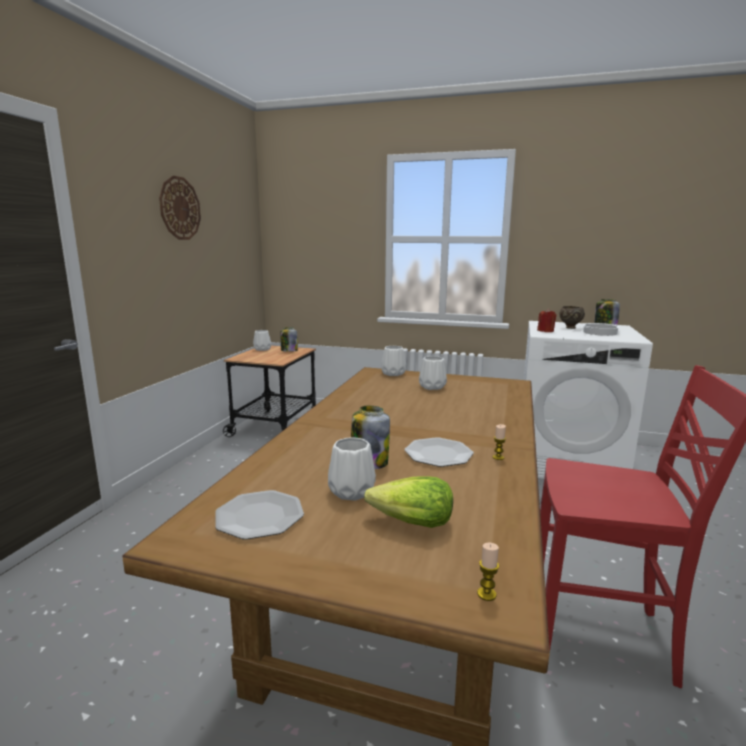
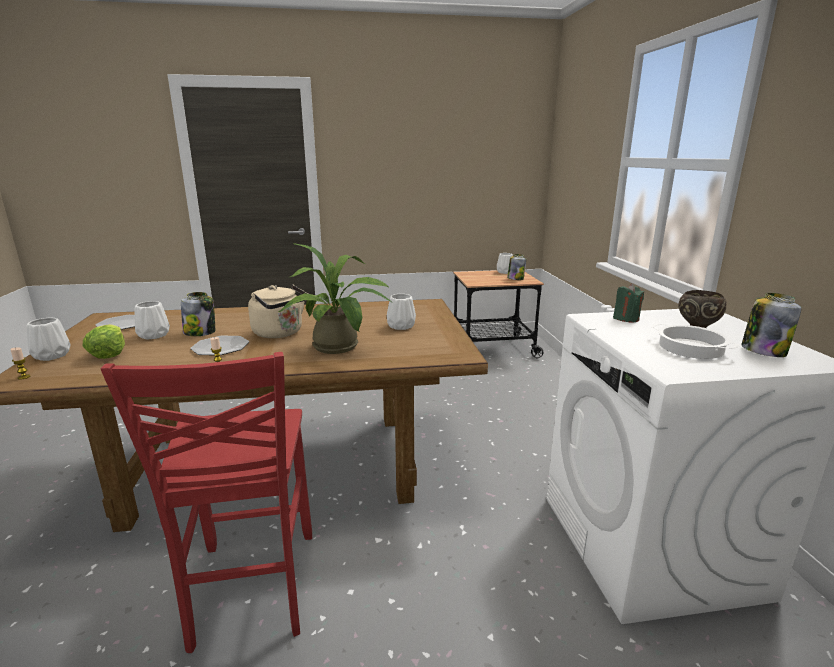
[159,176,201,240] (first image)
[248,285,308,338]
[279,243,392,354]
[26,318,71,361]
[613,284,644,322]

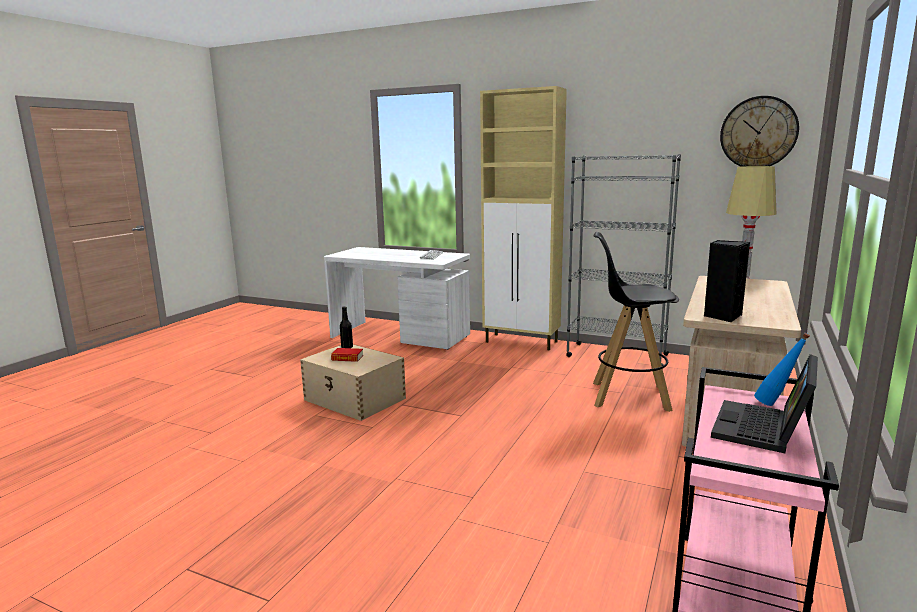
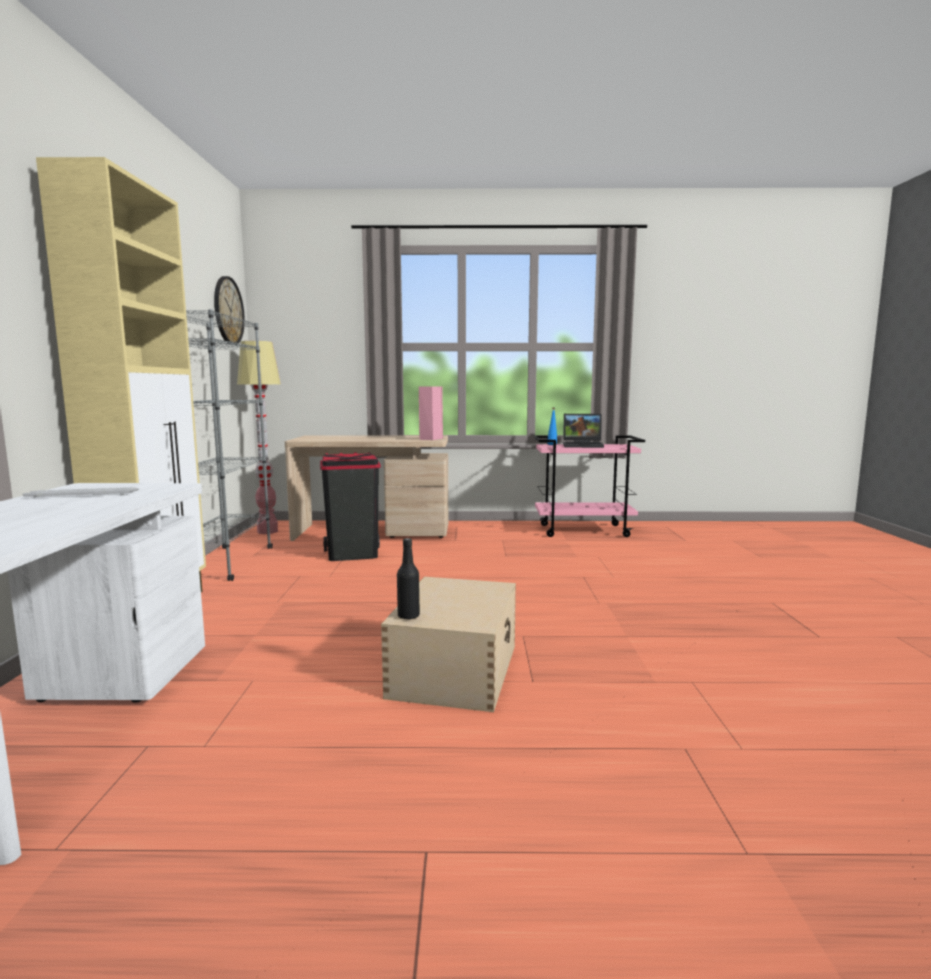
[331,348,363,362] (first image)
[320,453,381,561]
[419,386,443,440]

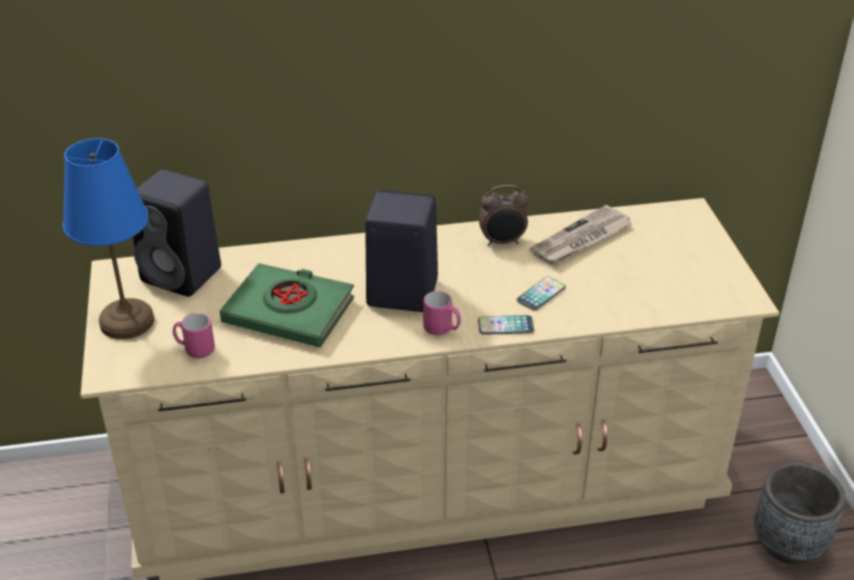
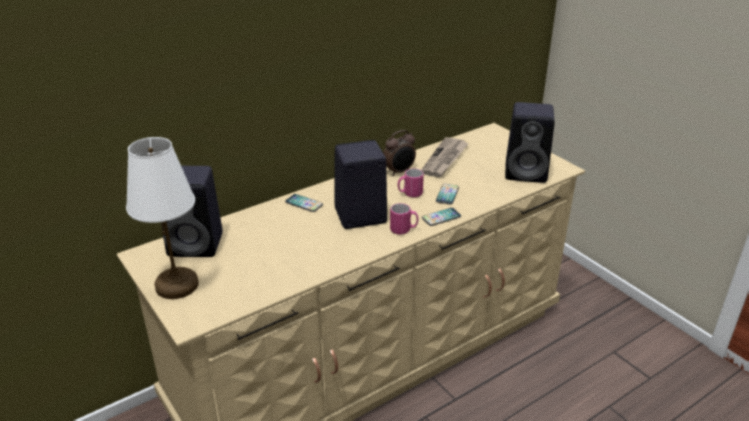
[220,263,354,347] (first image)
[754,461,846,565] (first image)
[285,194,323,212]
[505,102,555,183]
[398,169,424,197]
[126,137,199,299]

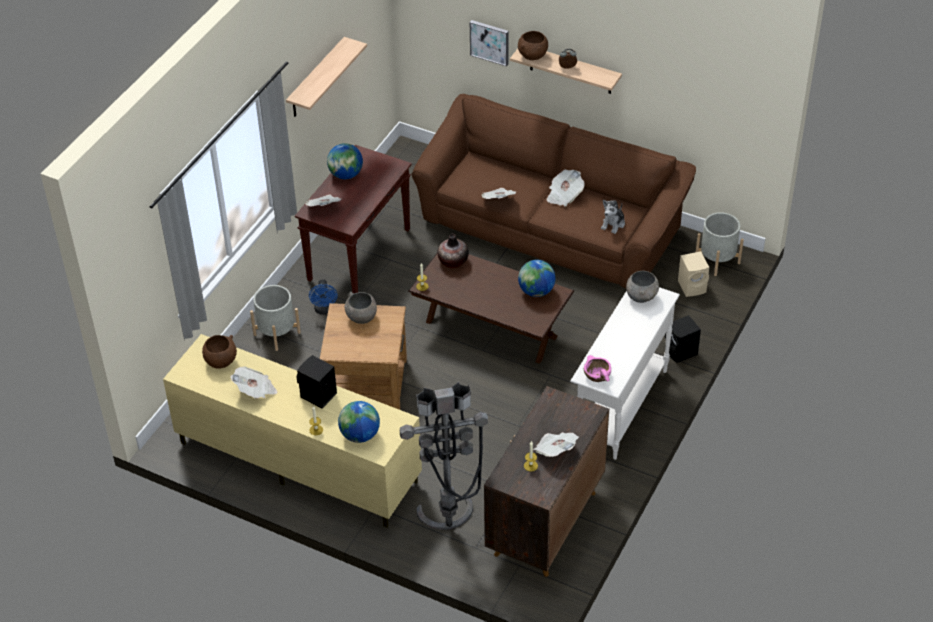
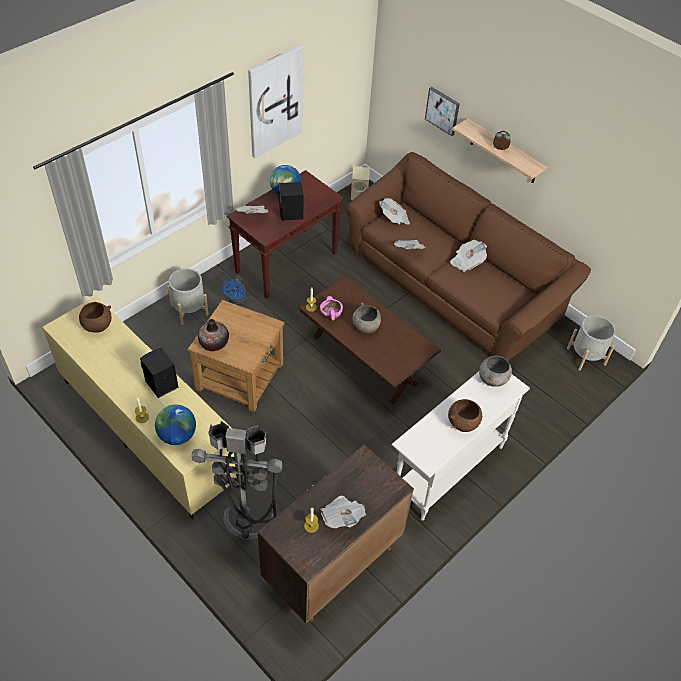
[518,260,555,297] (first image)
[601,200,625,234] (first image)
[379,198,410,225]
[353,303,381,334]
[198,319,229,351]
[448,399,482,432]
[320,296,343,321]
[278,182,304,221]
[351,166,370,200]
[248,45,303,158]

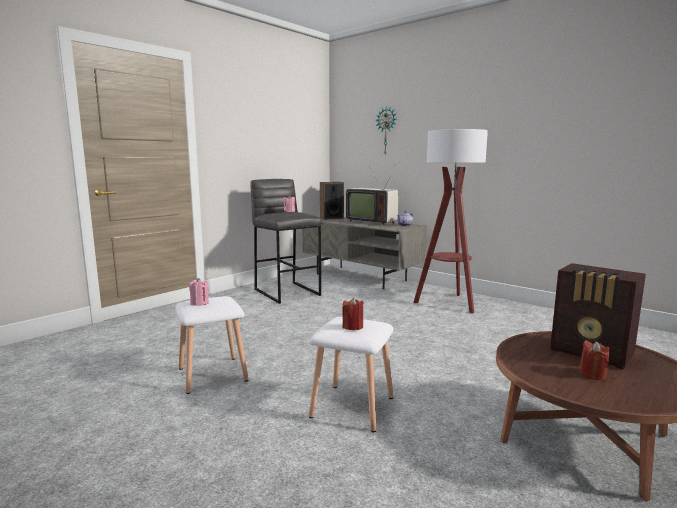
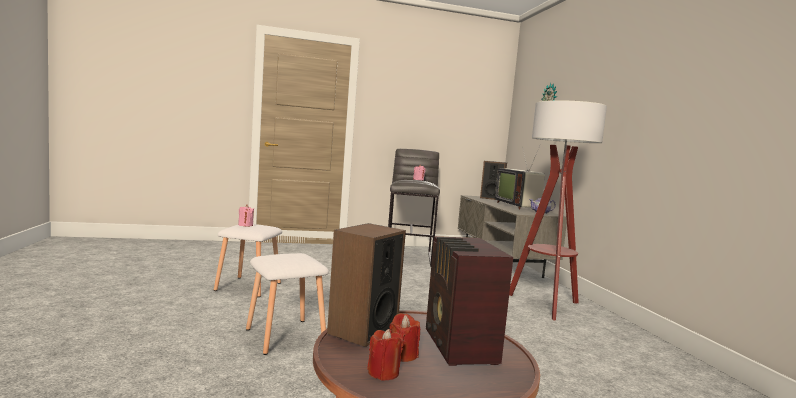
[327,223,406,347]
[367,329,404,381]

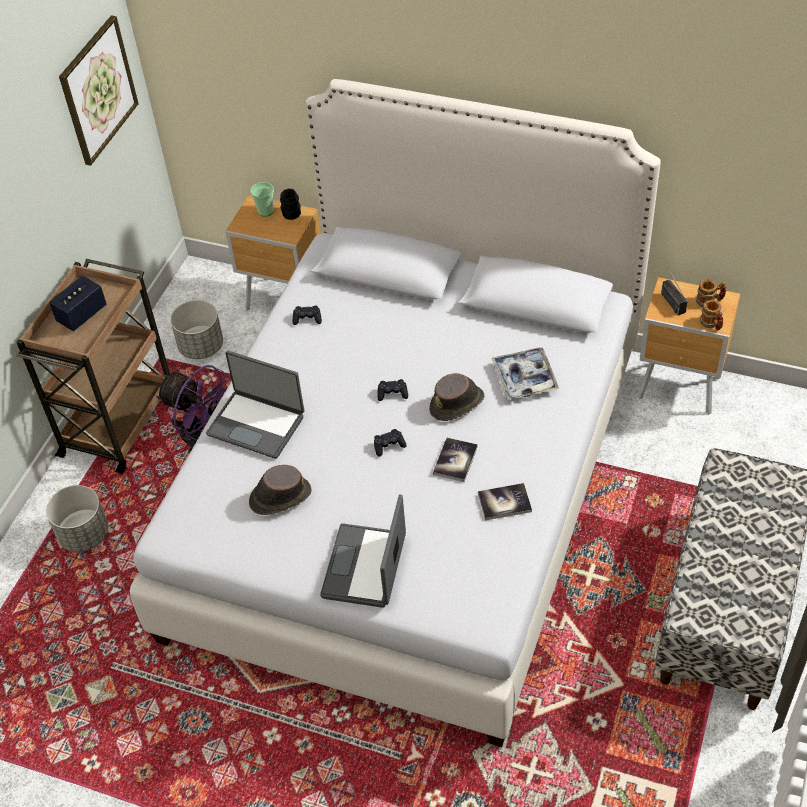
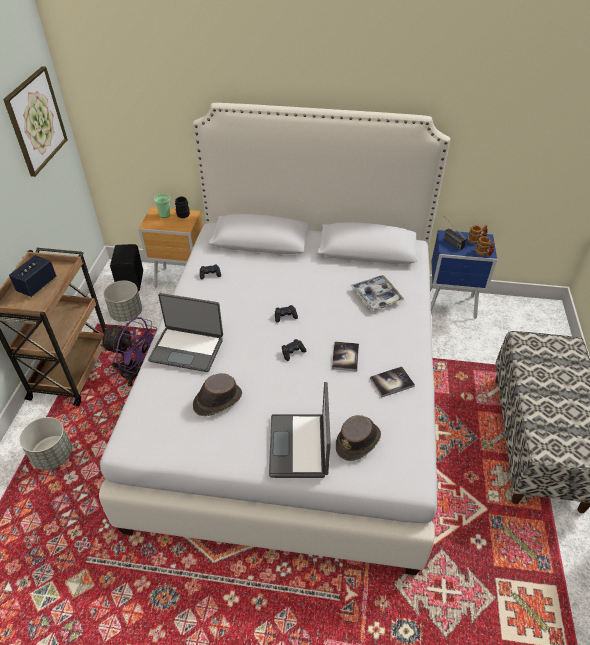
[110,244,143,291]
[336,415,381,461]
[430,230,497,319]

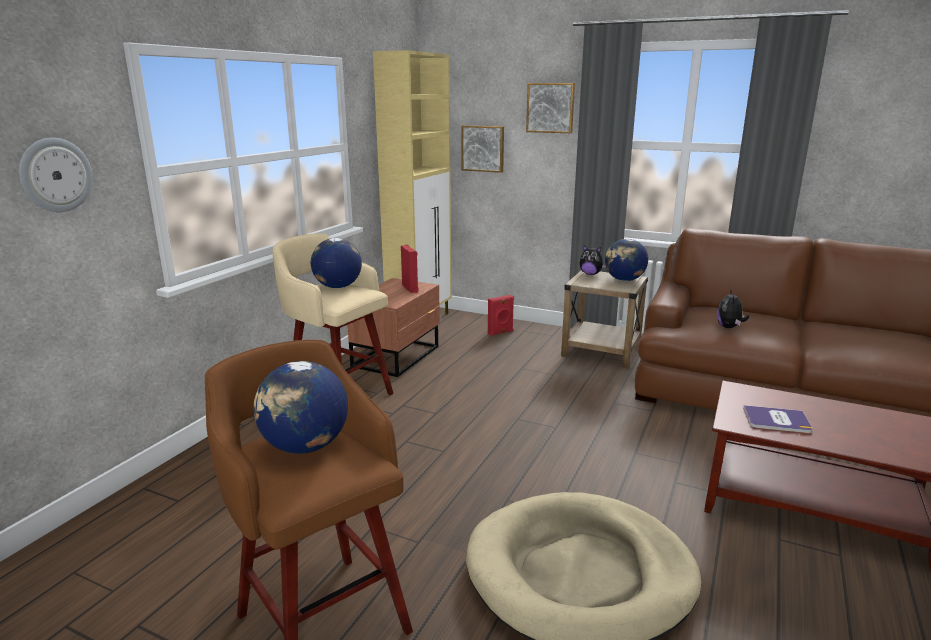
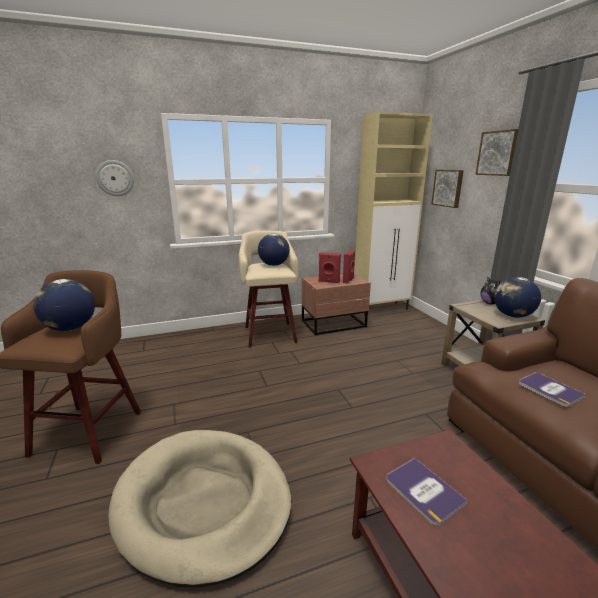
[318,252,341,283]
[519,372,586,407]

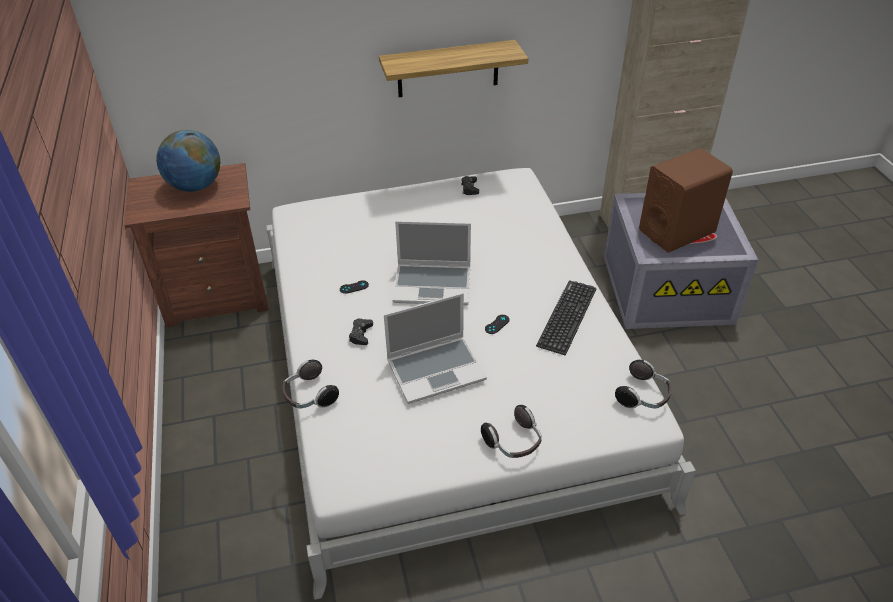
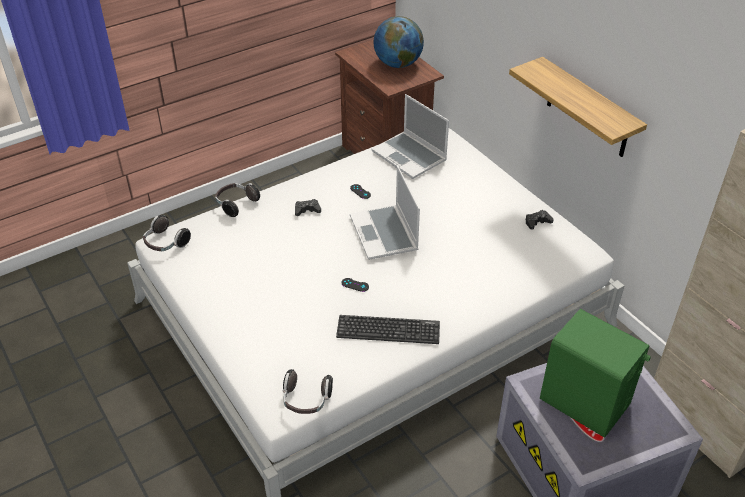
[371,94,449,179]
[143,215,191,251]
[540,309,651,438]

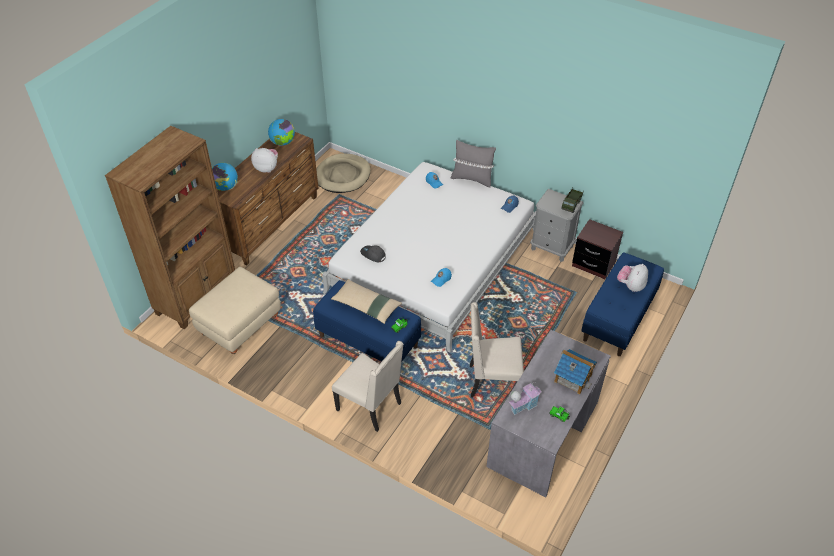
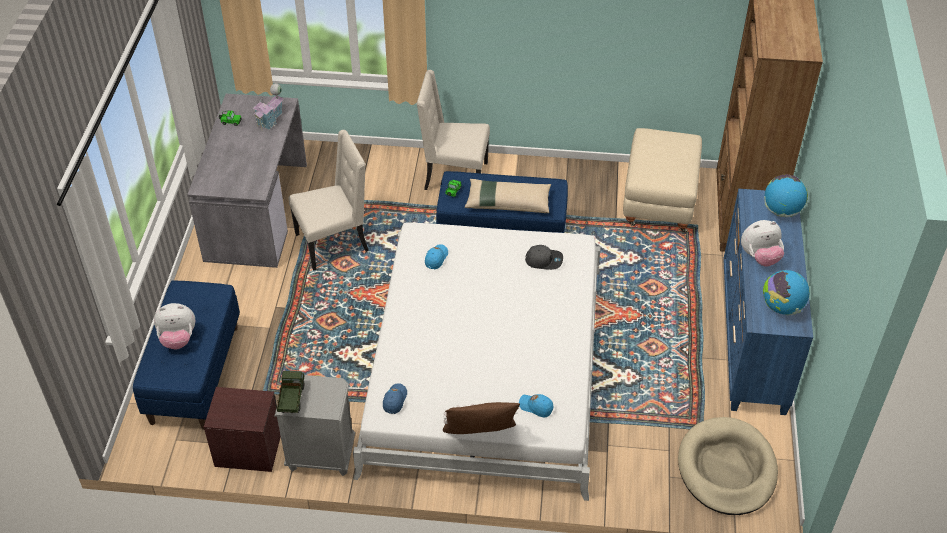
[554,349,597,395] (first image)
[723,189,813,415]
[443,402,520,434]
[154,303,195,349]

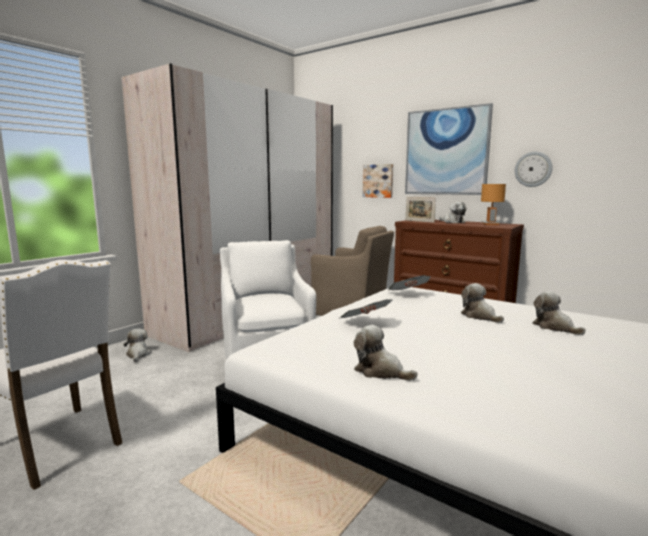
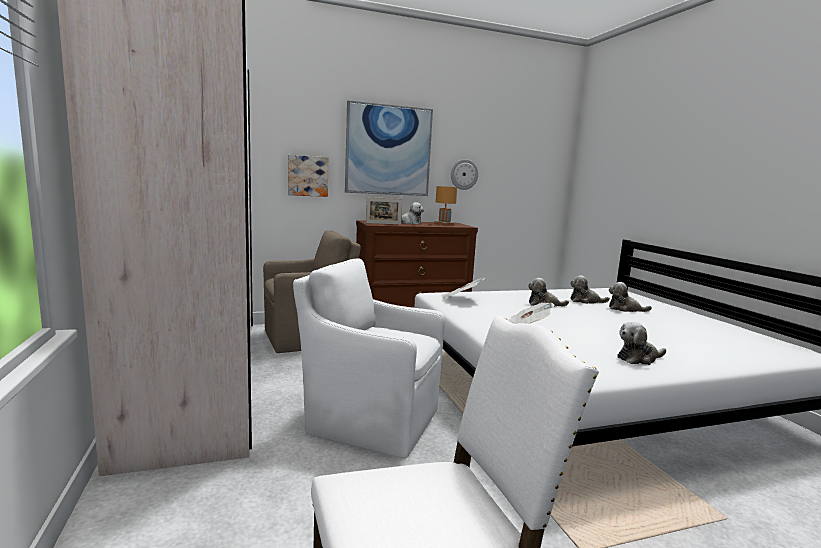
[609,282,652,312]

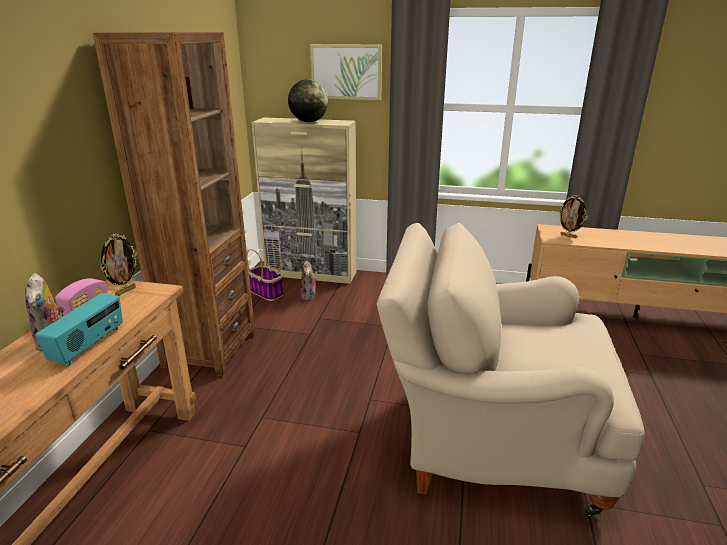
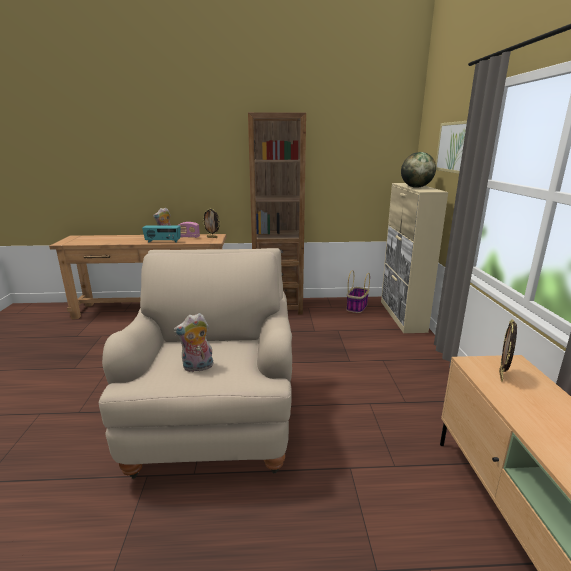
[173,313,213,372]

